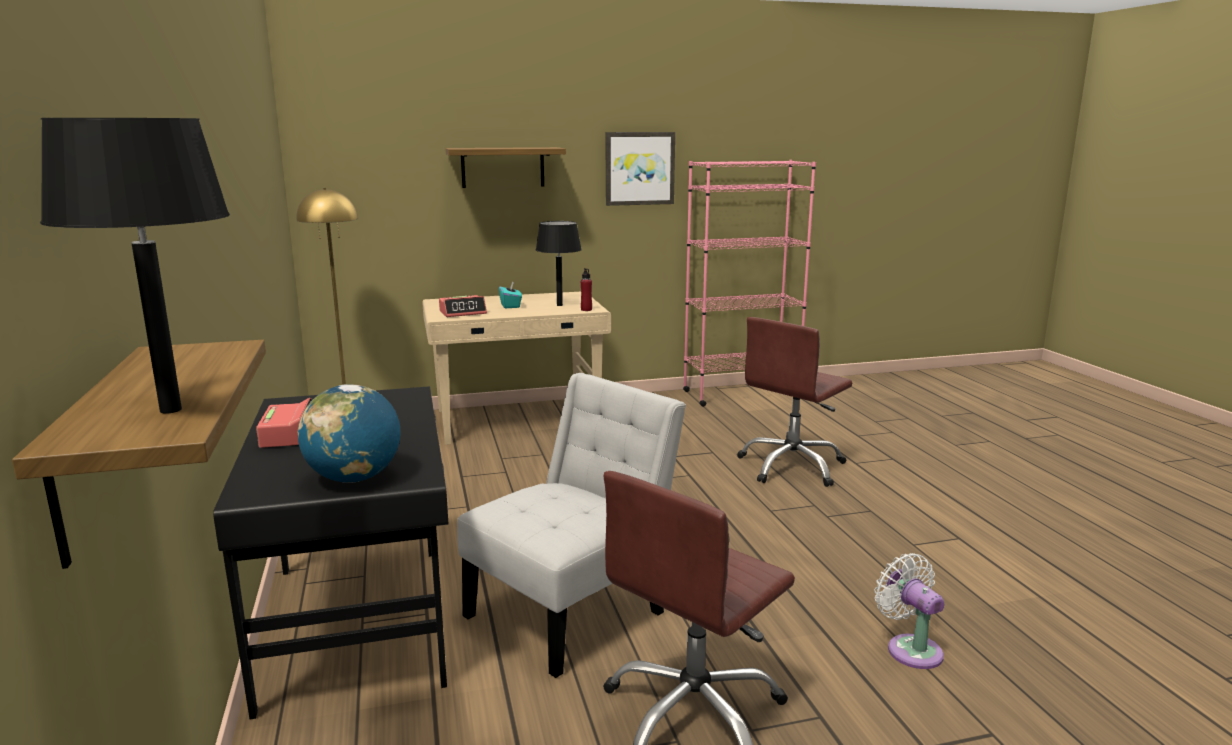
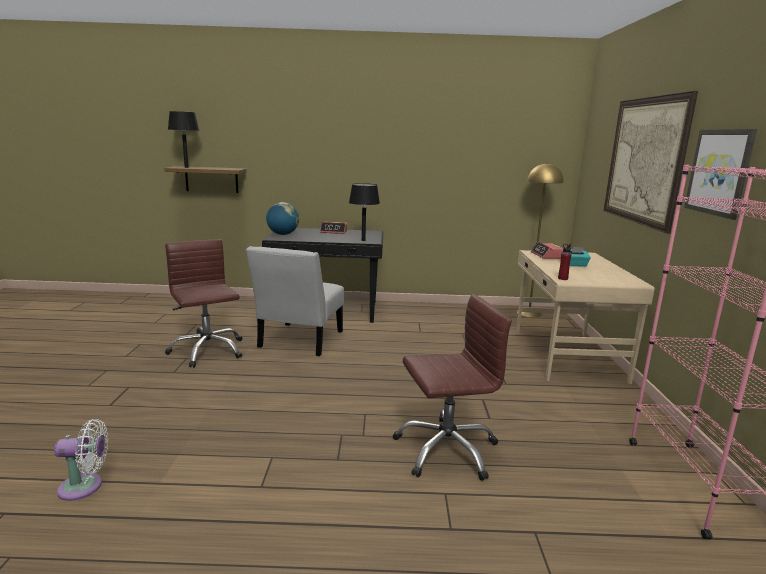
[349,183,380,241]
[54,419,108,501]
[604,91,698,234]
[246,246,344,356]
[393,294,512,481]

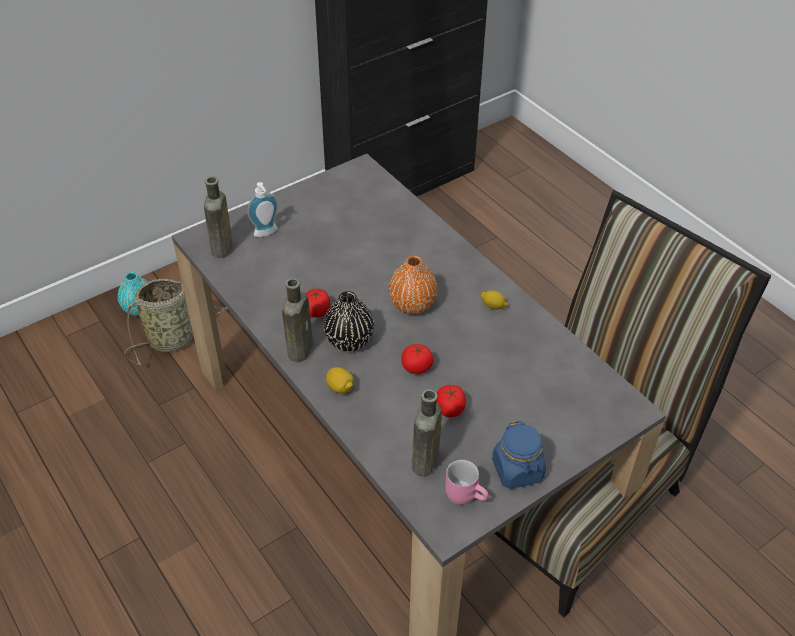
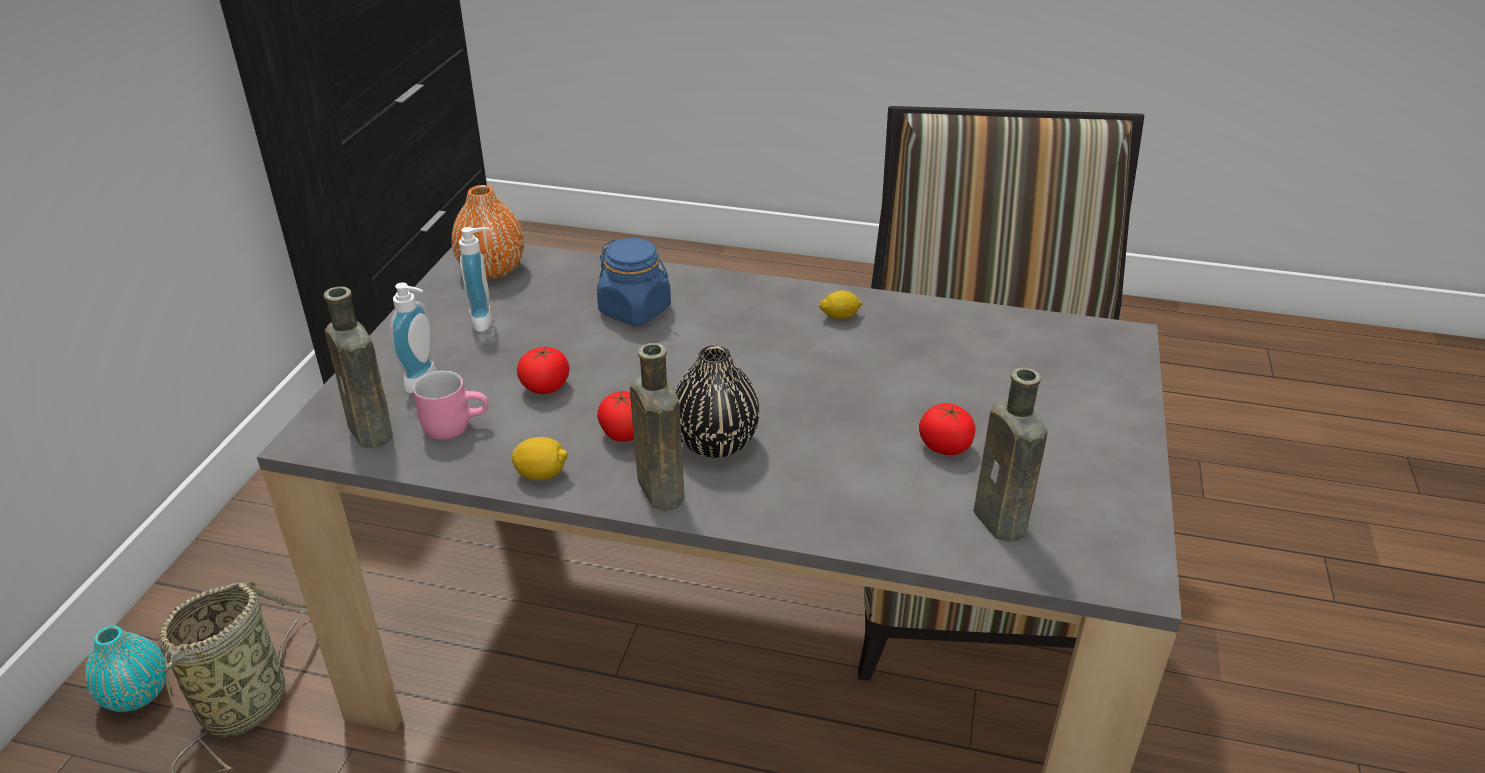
[459,227,493,332]
[512,437,568,480]
[451,185,524,279]
[517,346,570,394]
[413,370,488,440]
[597,238,671,325]

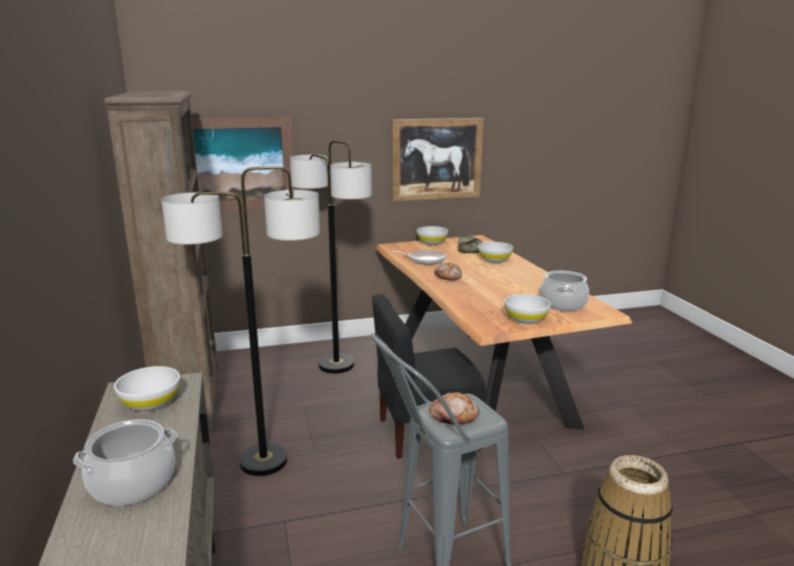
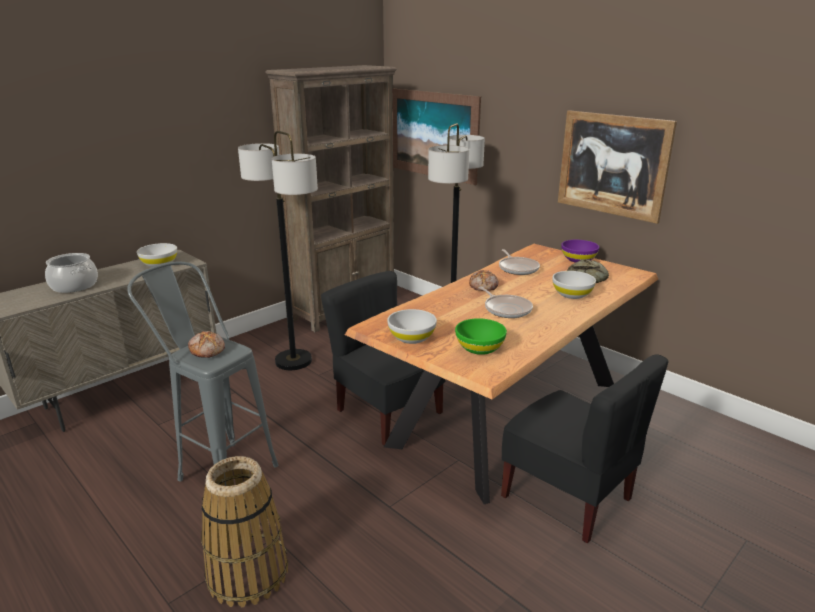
[479,287,533,318]
[501,354,668,544]
[455,318,507,355]
[561,240,599,263]

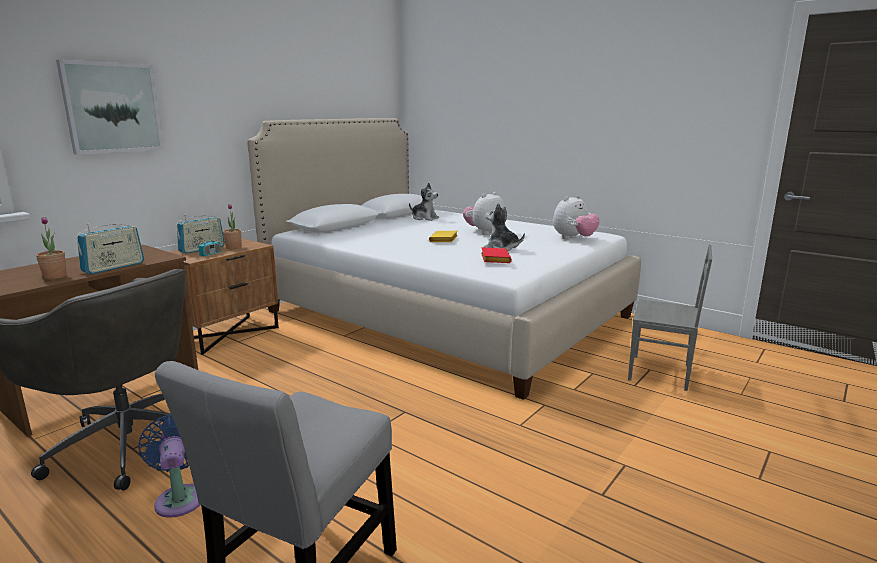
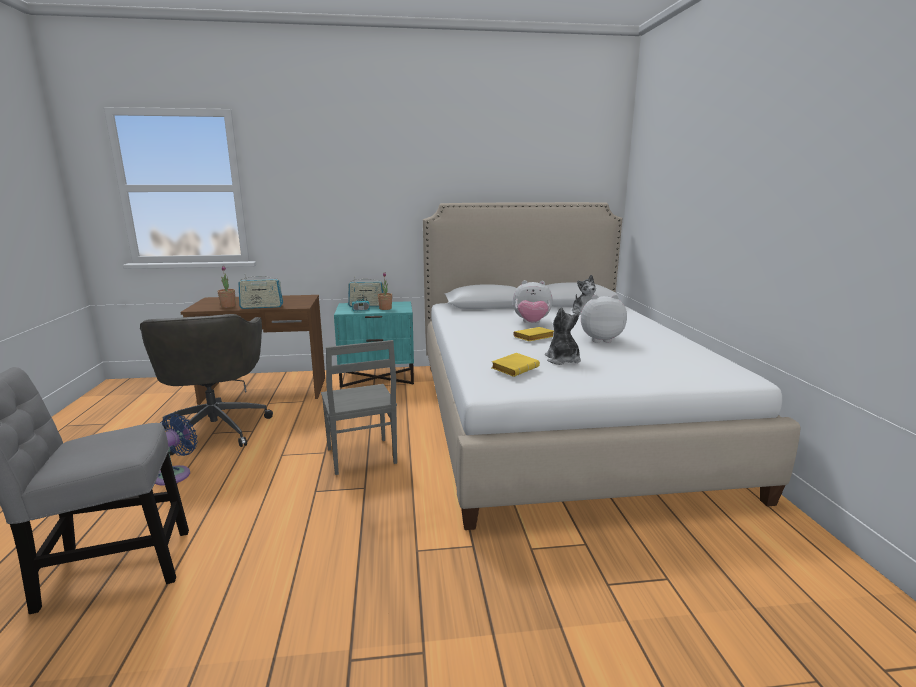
[56,59,164,155] (first image)
[512,280,553,323]
[321,340,397,475]
[334,301,414,388]
[491,353,540,377]

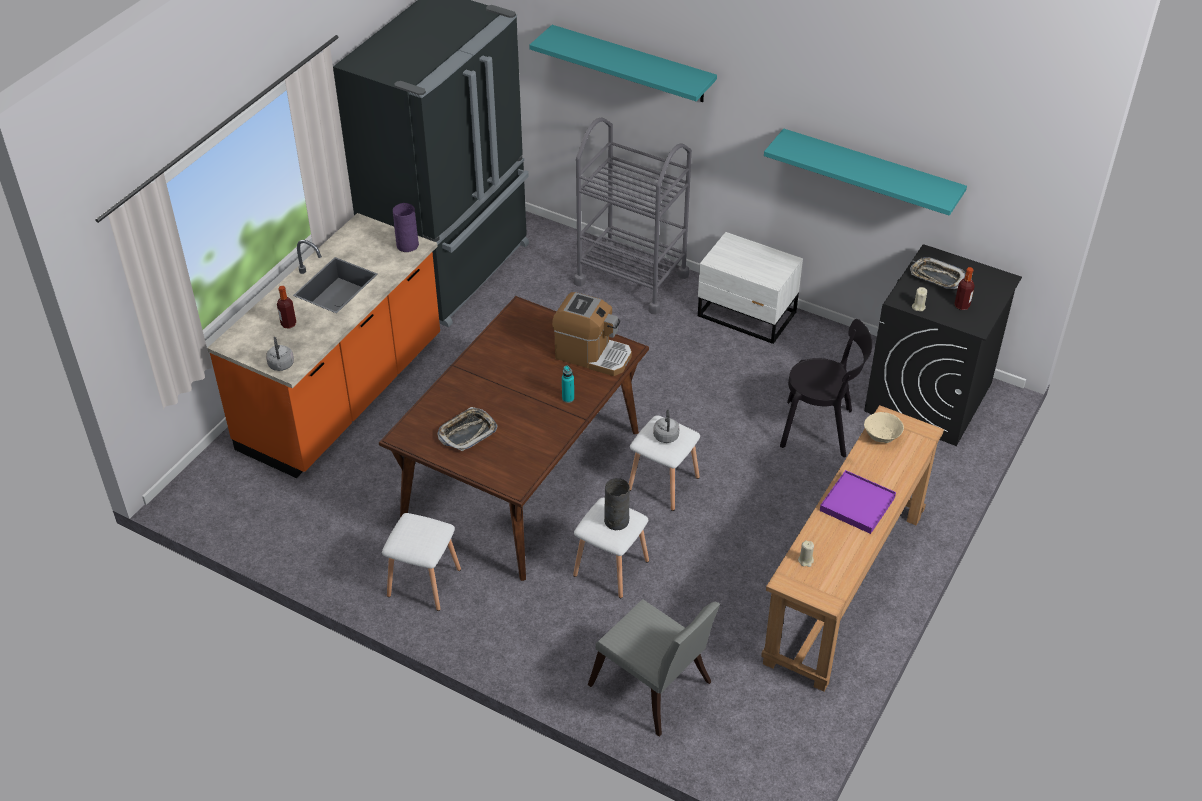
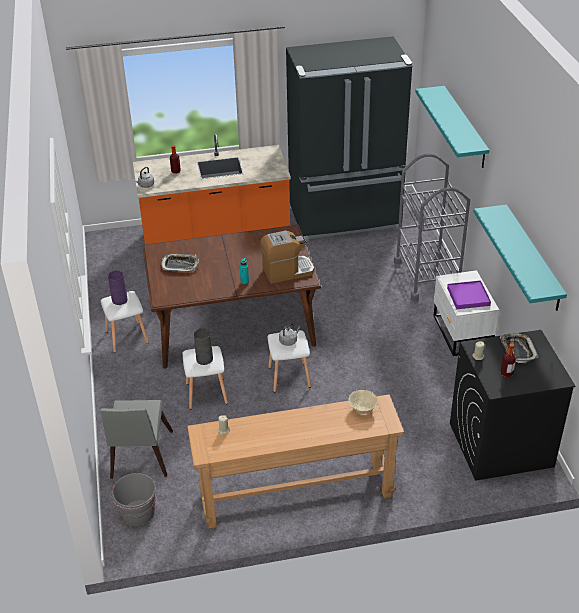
[780,319,872,457] (first image)
[111,473,156,526]
[108,271,128,305]
[447,280,491,309]
[260,231,314,284]

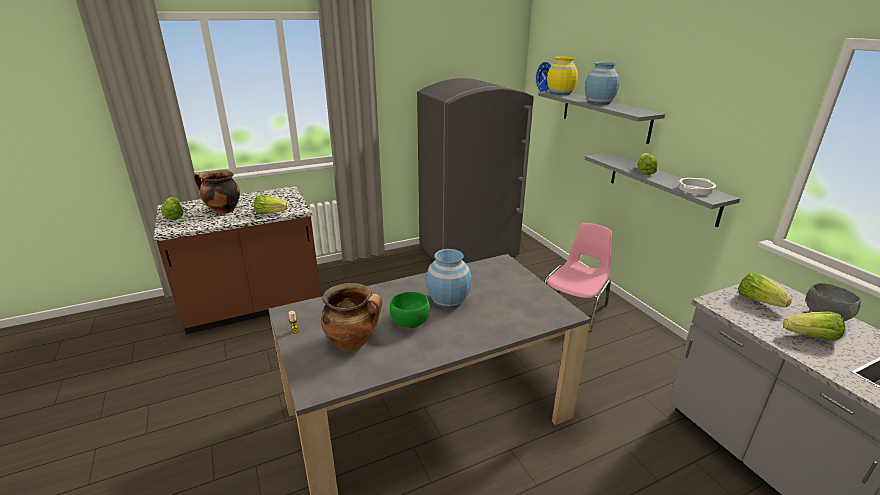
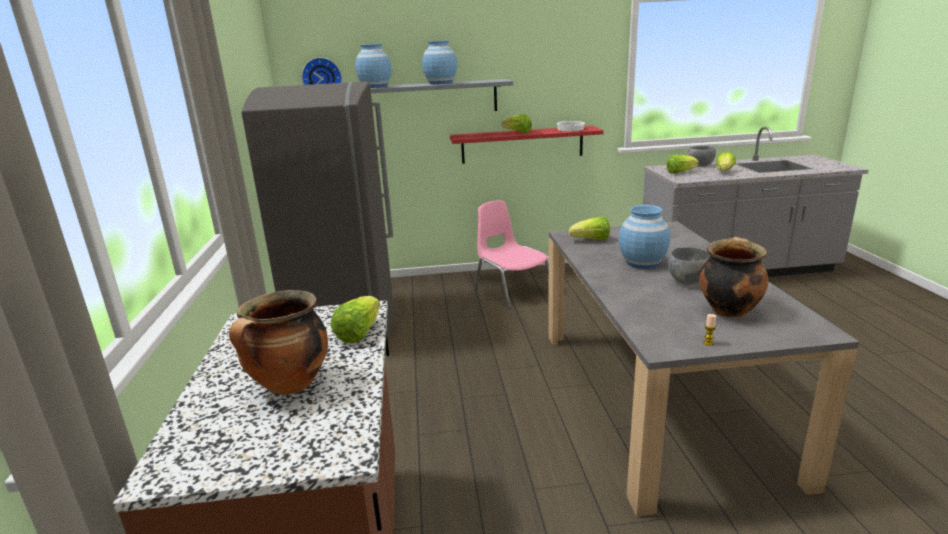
[569,216,610,240]
[668,247,710,285]
[355,44,391,88]
[450,126,604,164]

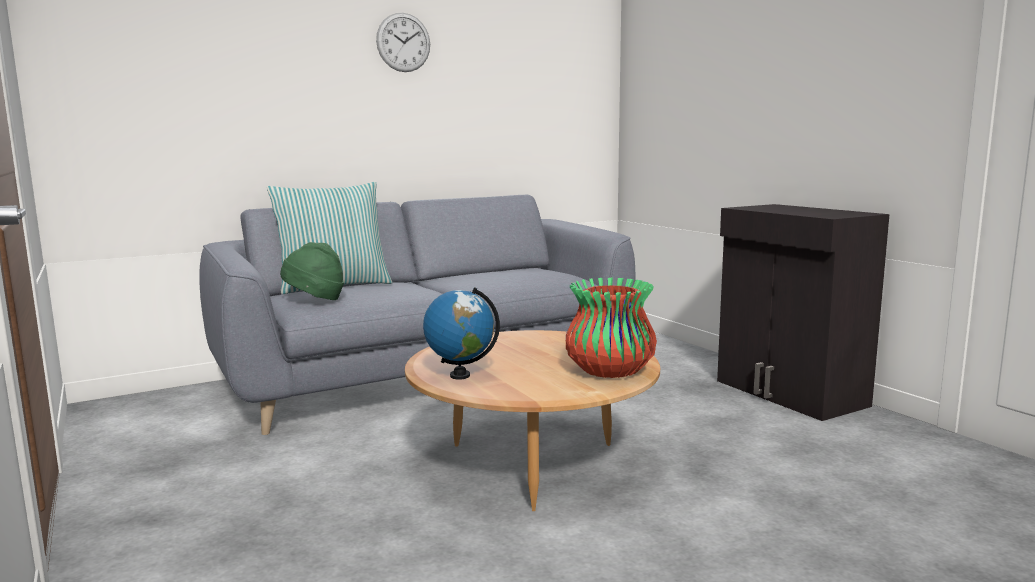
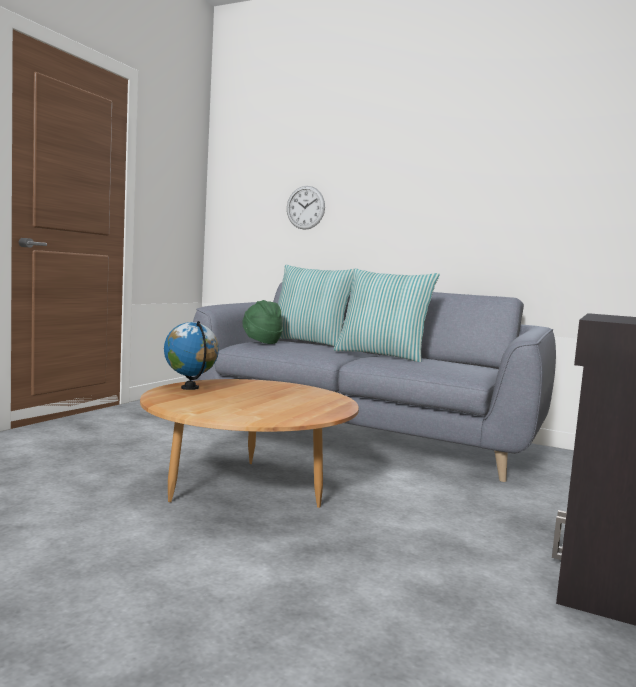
[566,278,657,378] (first image)
[334,269,440,362]
[287,186,325,230]

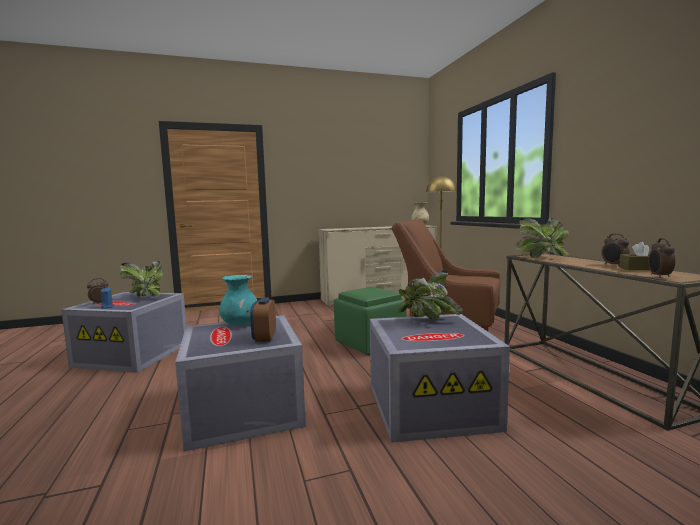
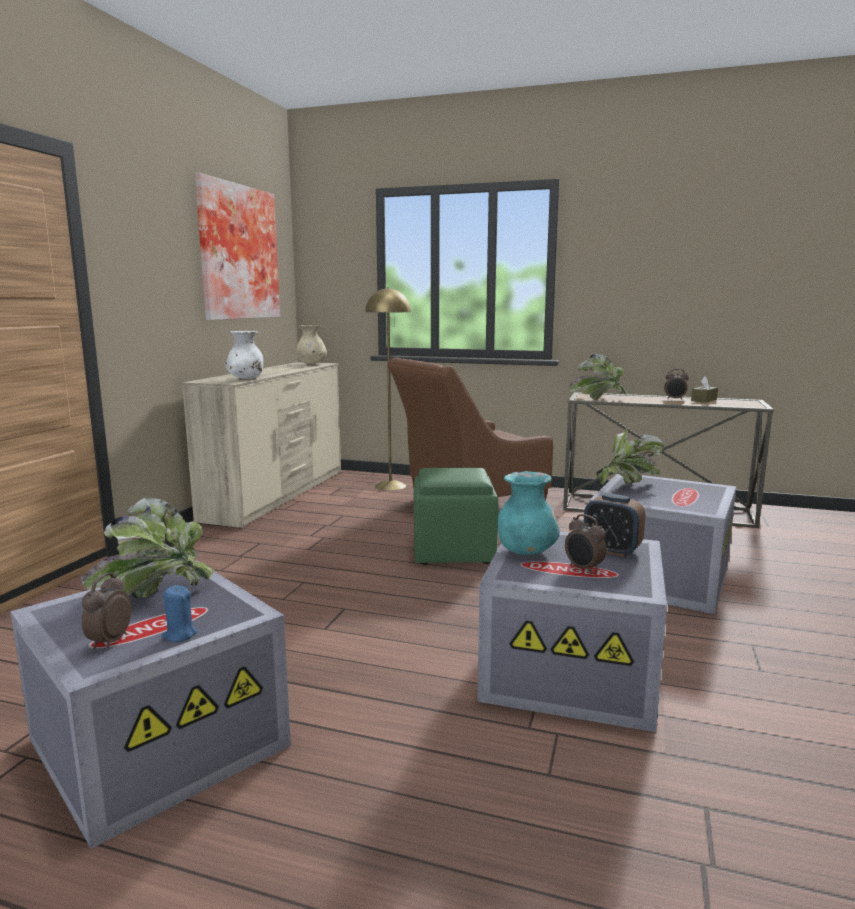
[195,173,280,320]
[225,331,263,379]
[565,514,607,574]

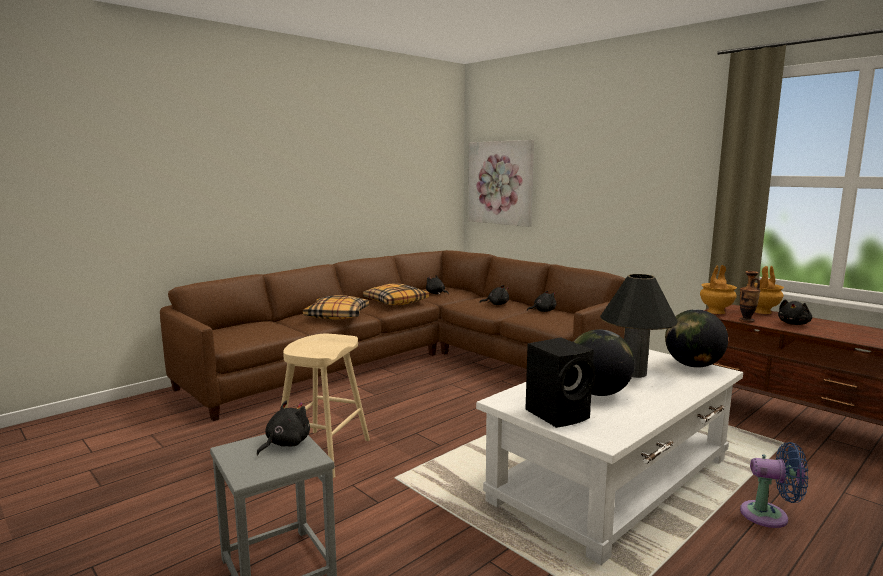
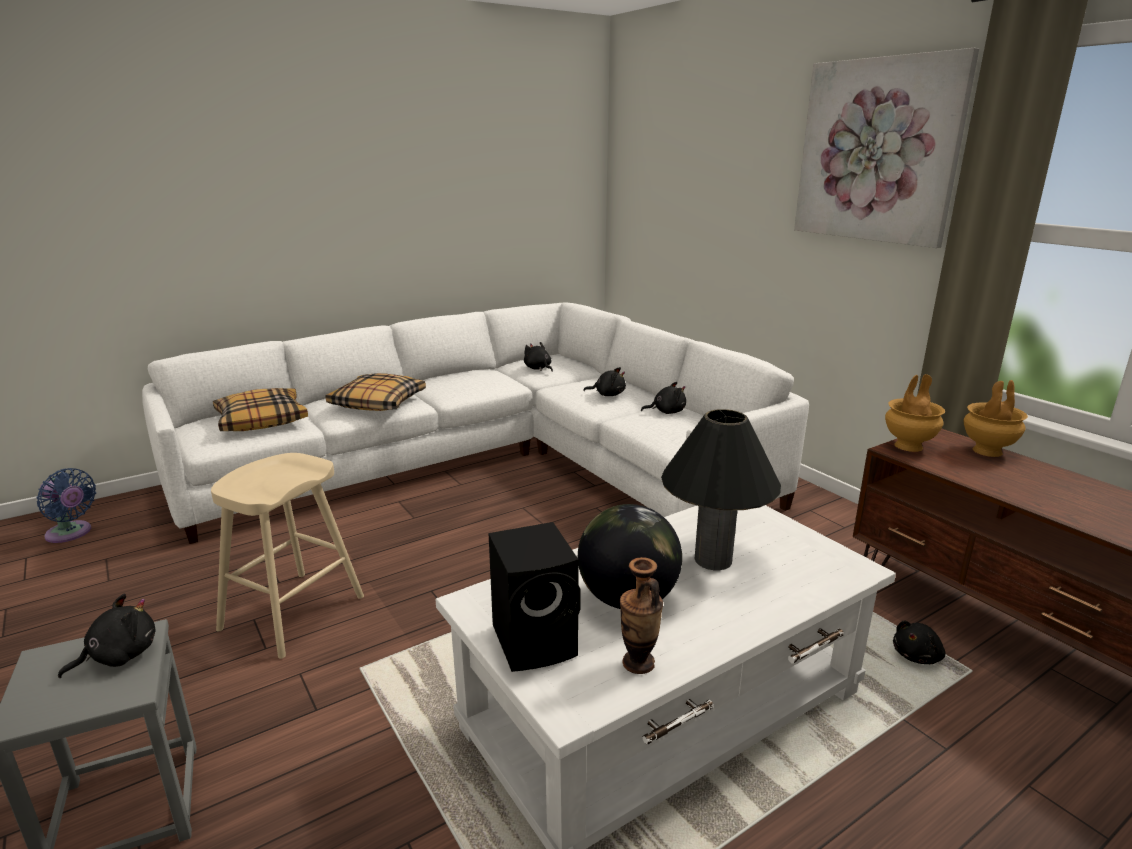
[665,309,728,368] (first image)
[213,388,308,431]
[794,48,979,248]
[620,557,663,674]
[36,468,96,543]
[893,621,945,664]
[142,302,809,544]

